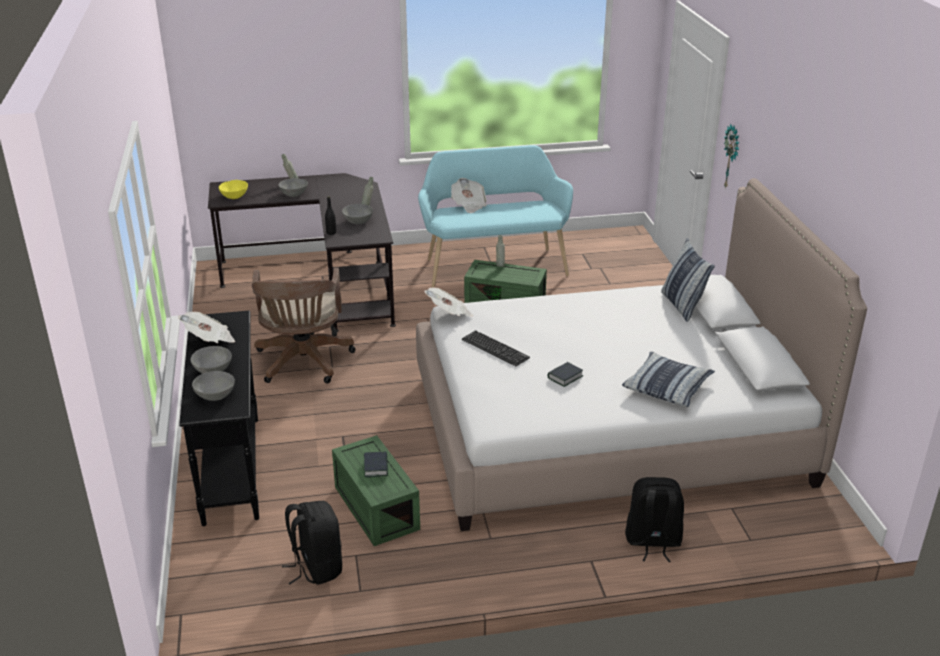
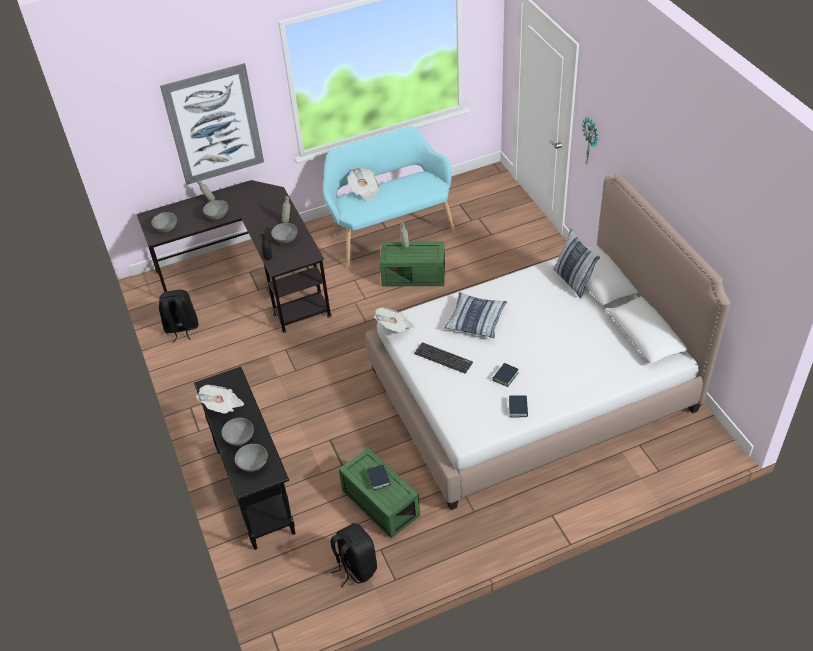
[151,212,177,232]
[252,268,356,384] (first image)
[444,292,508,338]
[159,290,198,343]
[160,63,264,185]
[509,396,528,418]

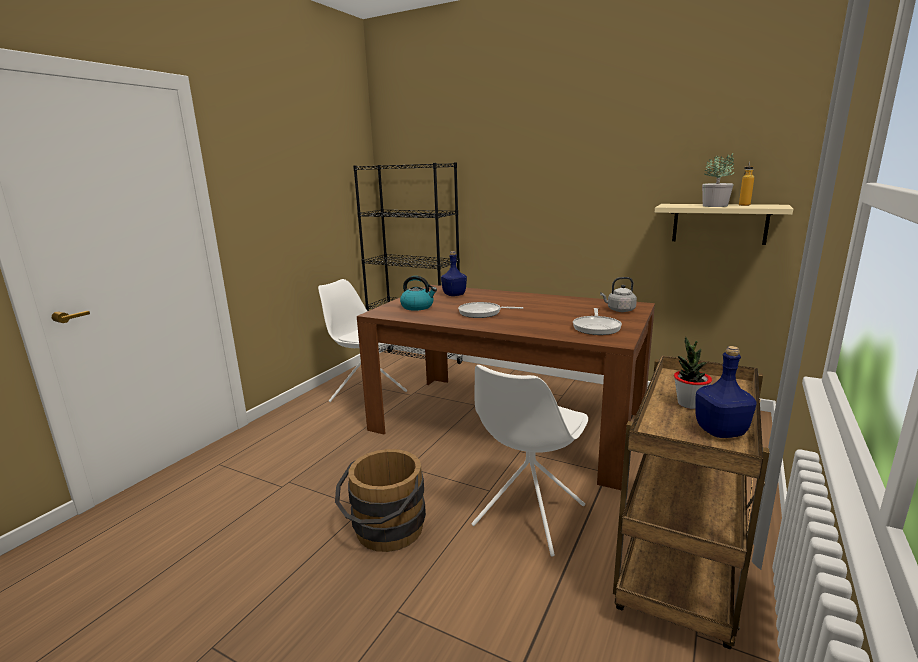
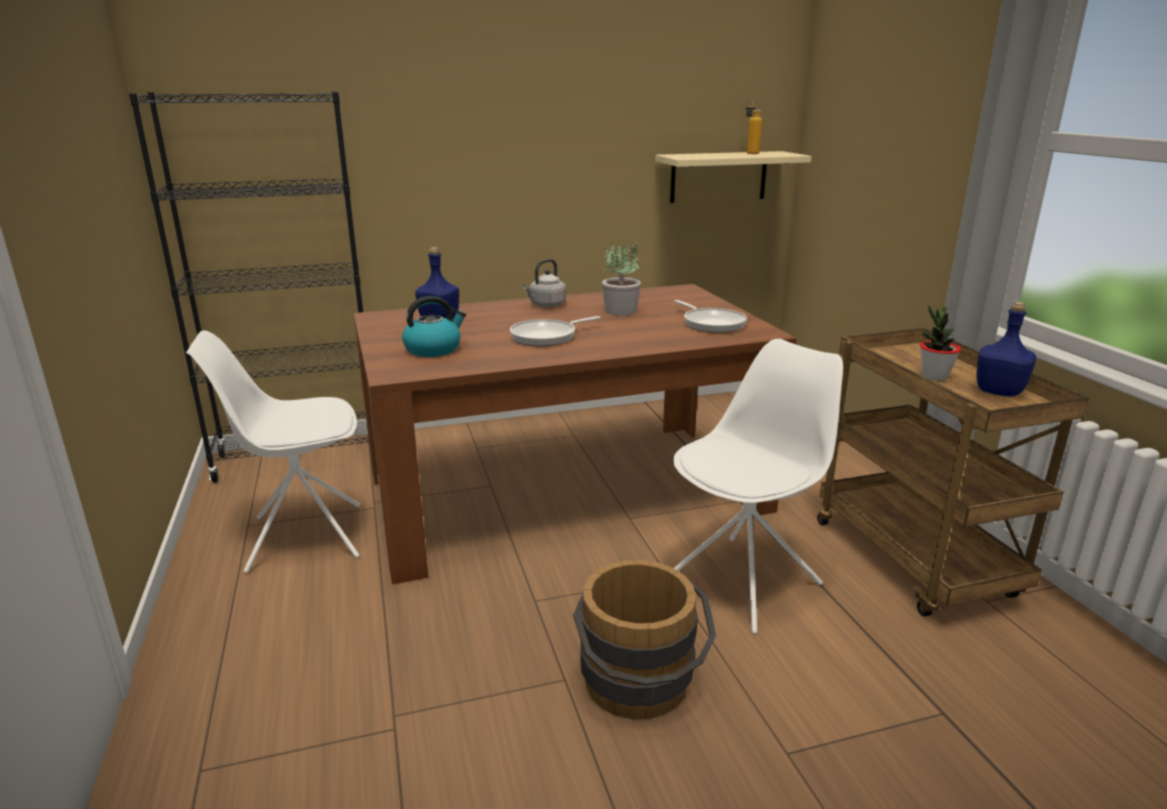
[673,339,843,634]
[523,259,566,307]
[602,241,641,316]

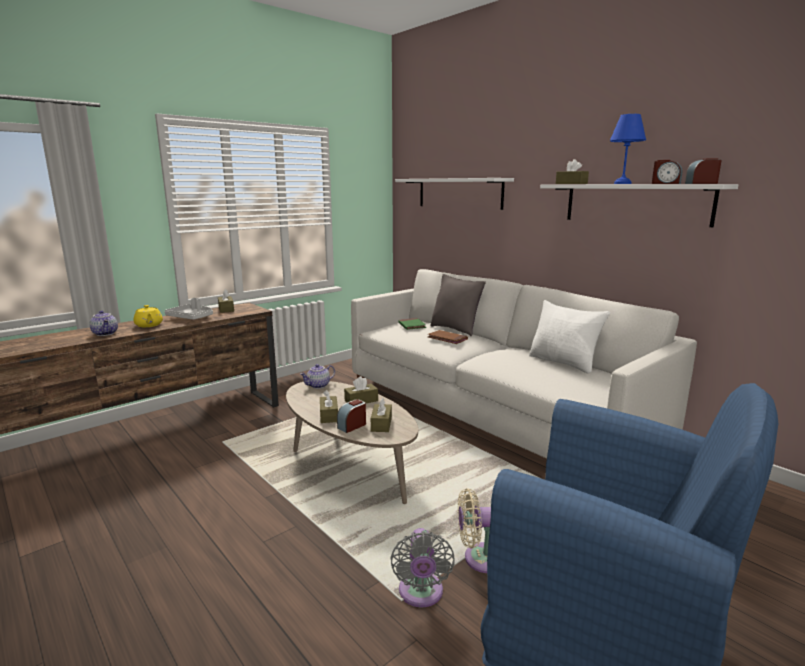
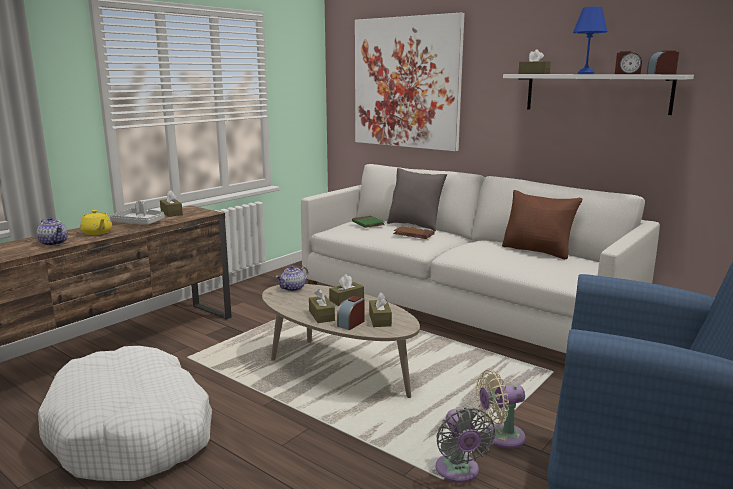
[355,13,464,151]
[502,190,582,259]
[38,346,212,481]

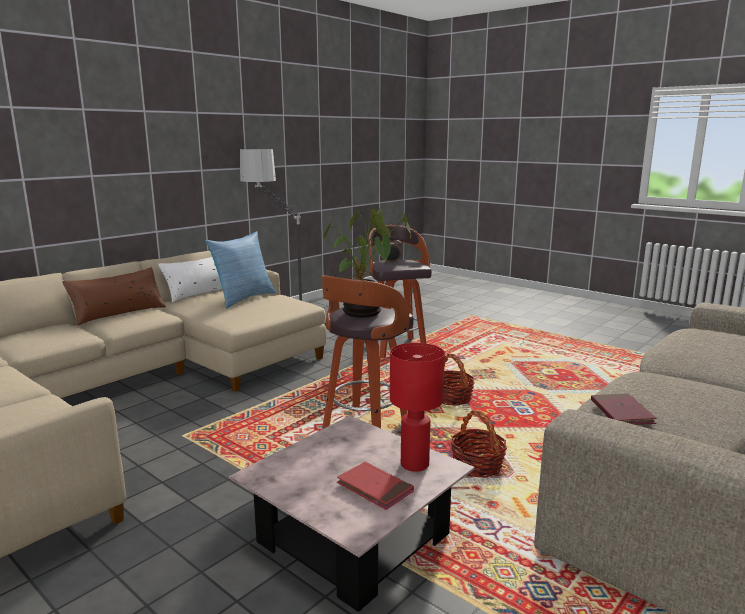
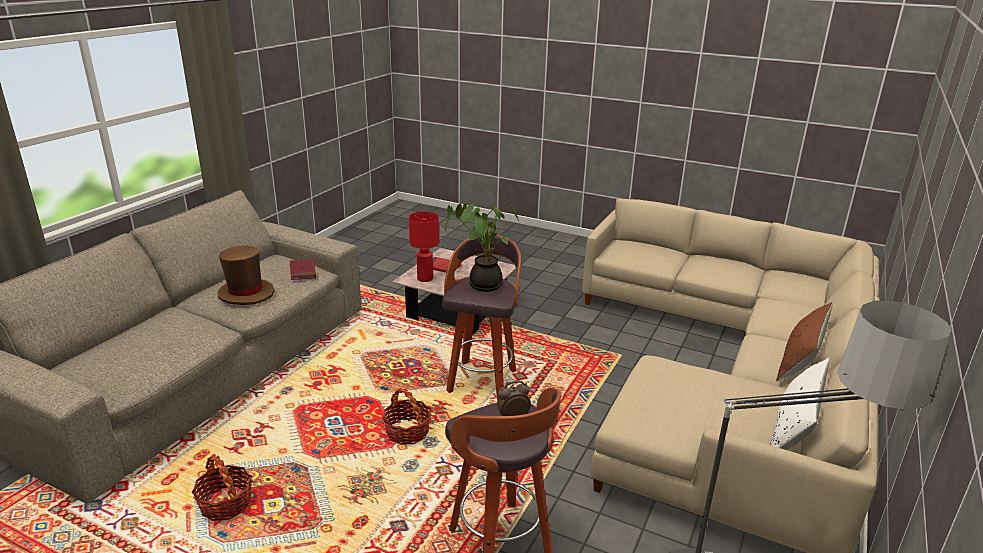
[205,231,276,308] (first image)
[192,454,252,521]
[218,246,275,305]

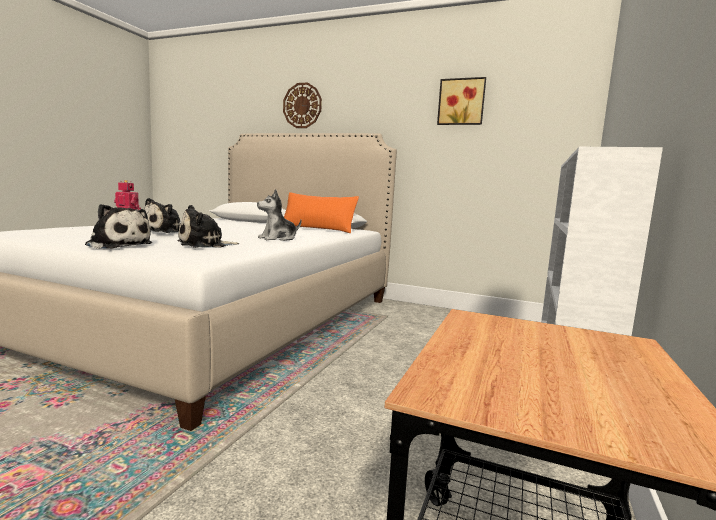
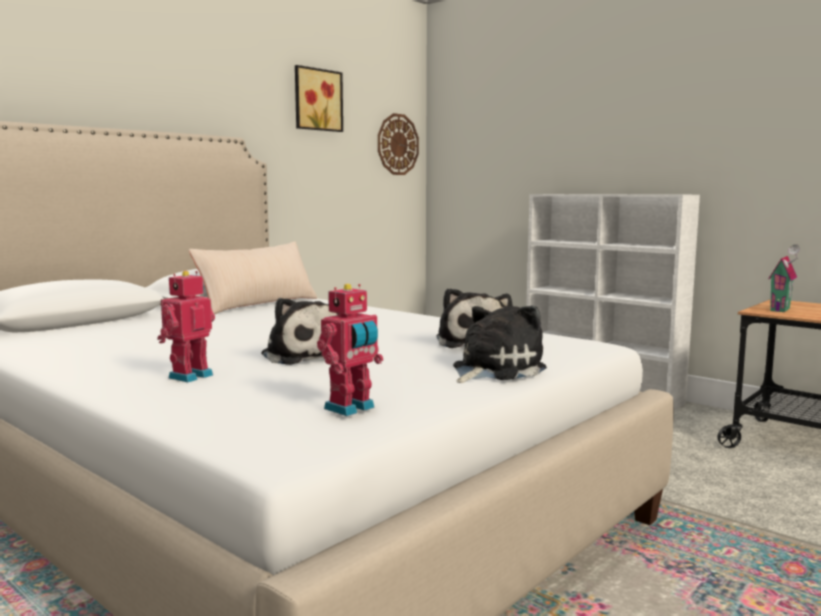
[257,190,301,241] (first image)
[378,113,419,175]
[189,241,317,314]
[317,284,383,416]
[768,244,800,312]

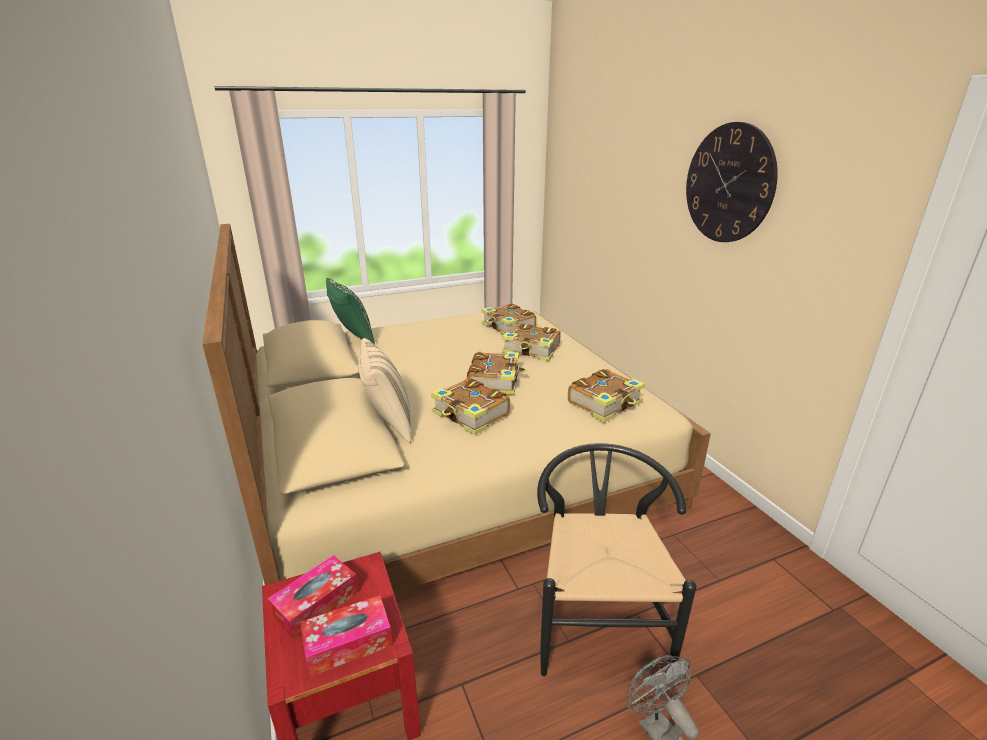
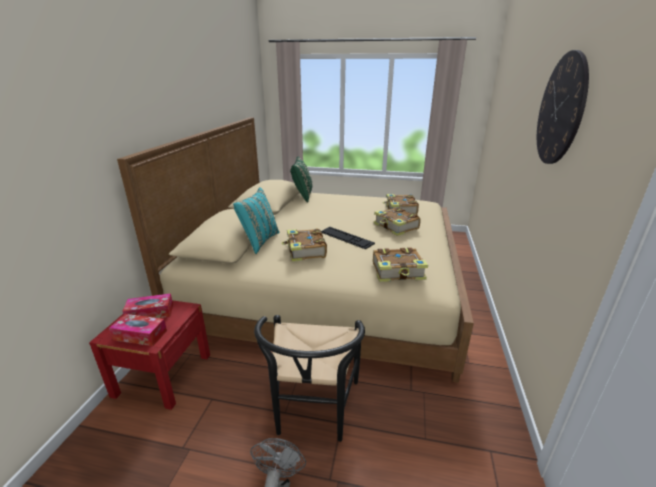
[233,187,279,254]
[321,227,375,249]
[254,315,365,442]

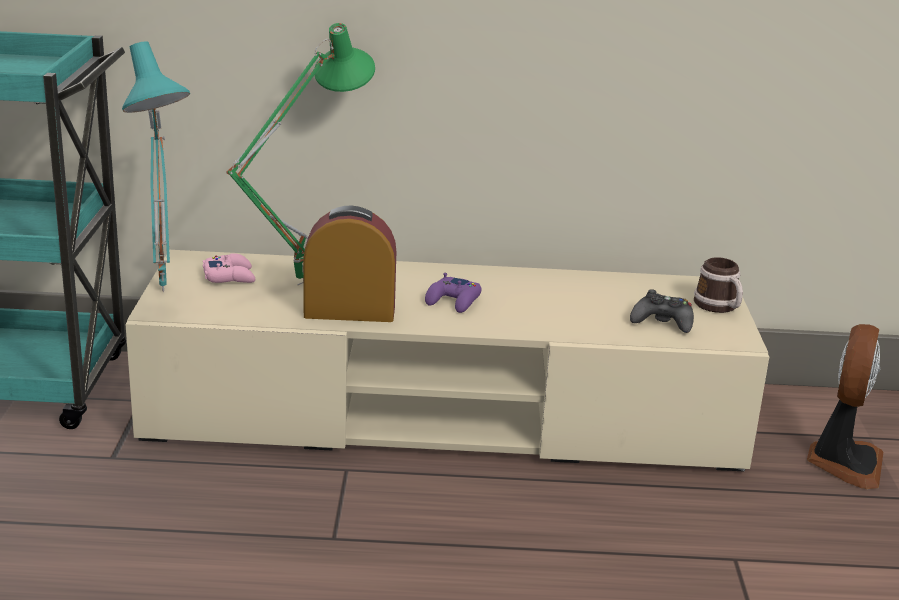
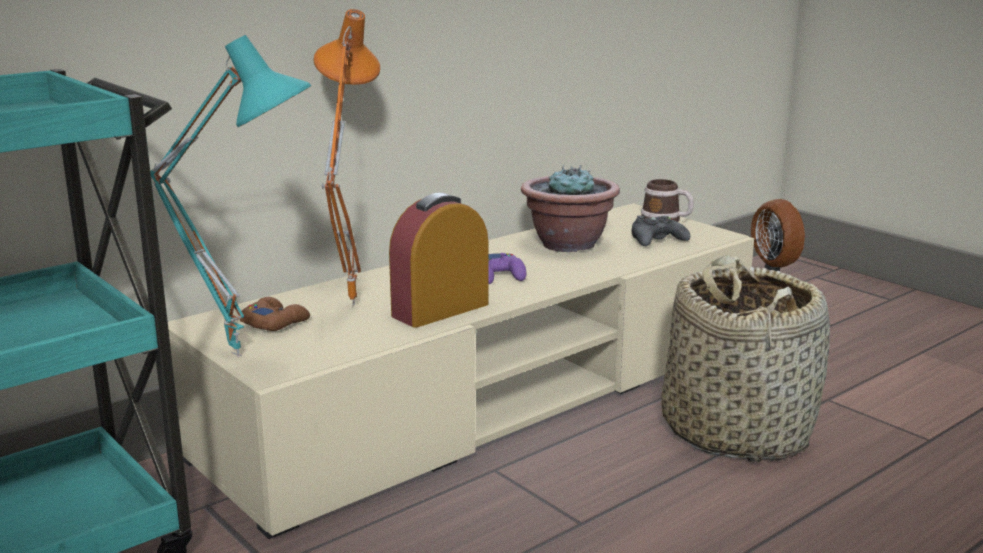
[240,297,310,331]
[314,9,380,308]
[521,165,620,252]
[662,255,830,462]

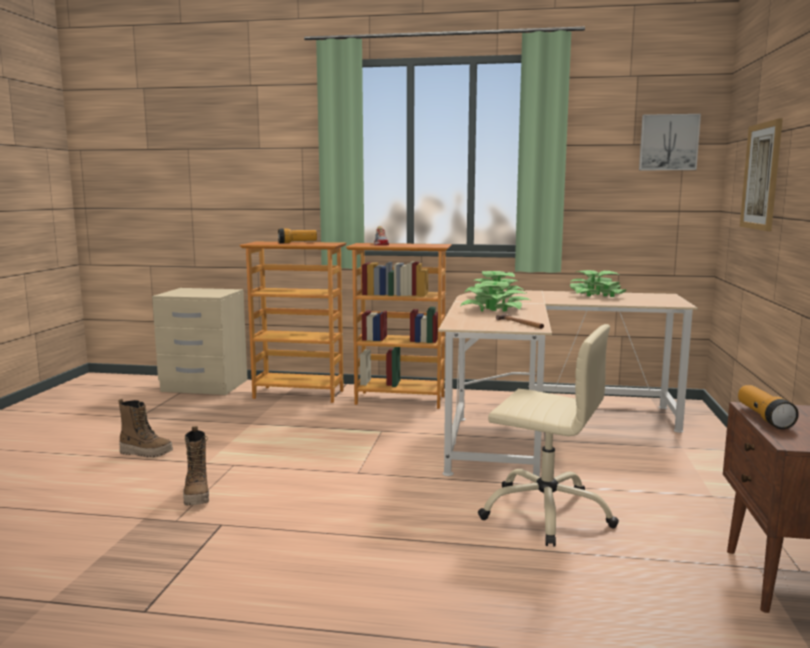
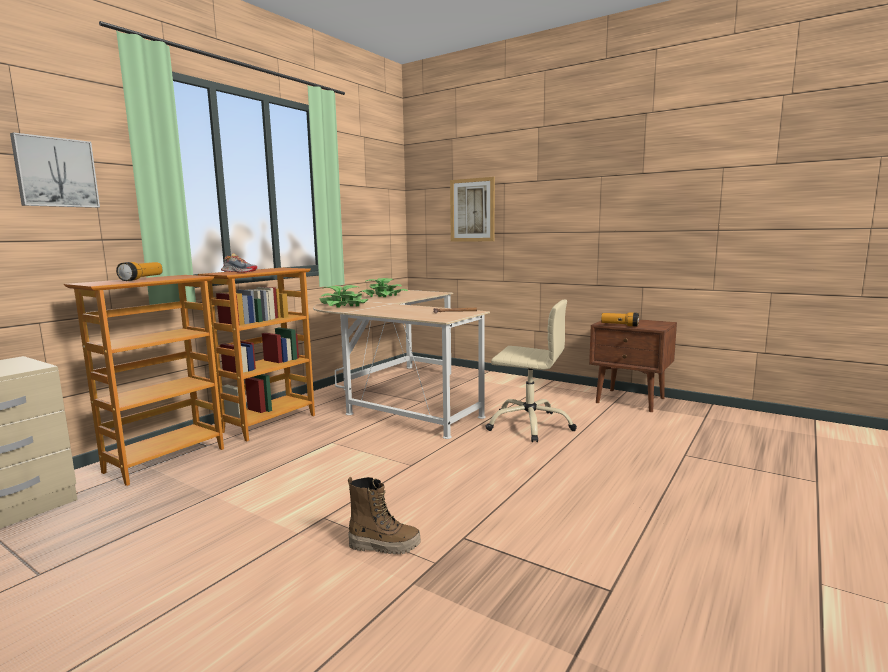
[118,399,173,458] (first image)
[460,281,530,312] (first image)
[485,299,577,442]
[10,132,100,208]

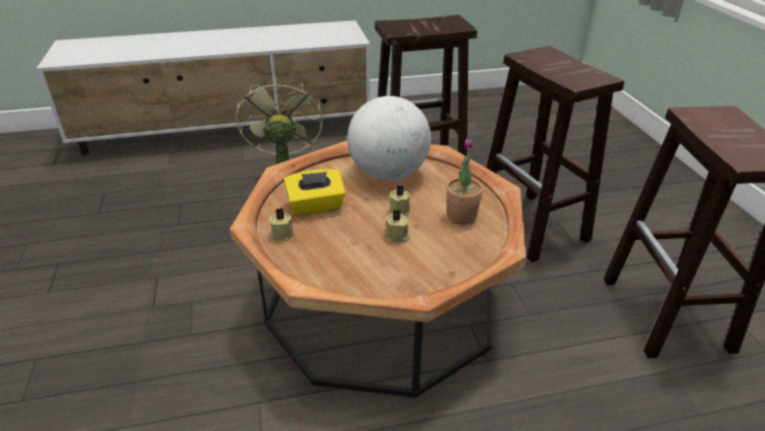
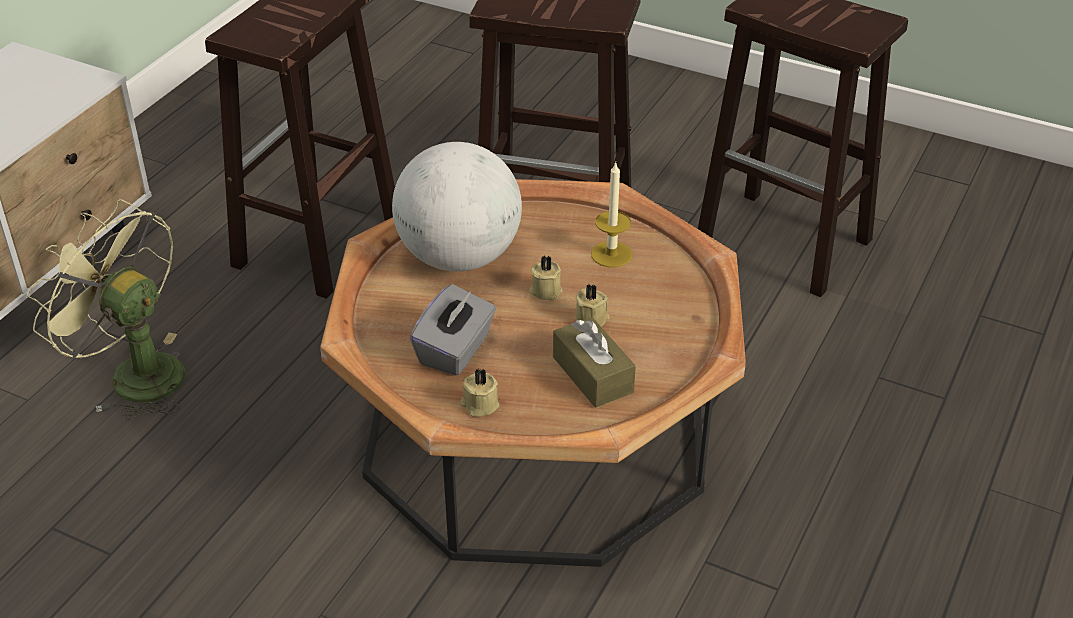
[410,284,496,376]
[591,162,632,267]
[553,317,636,408]

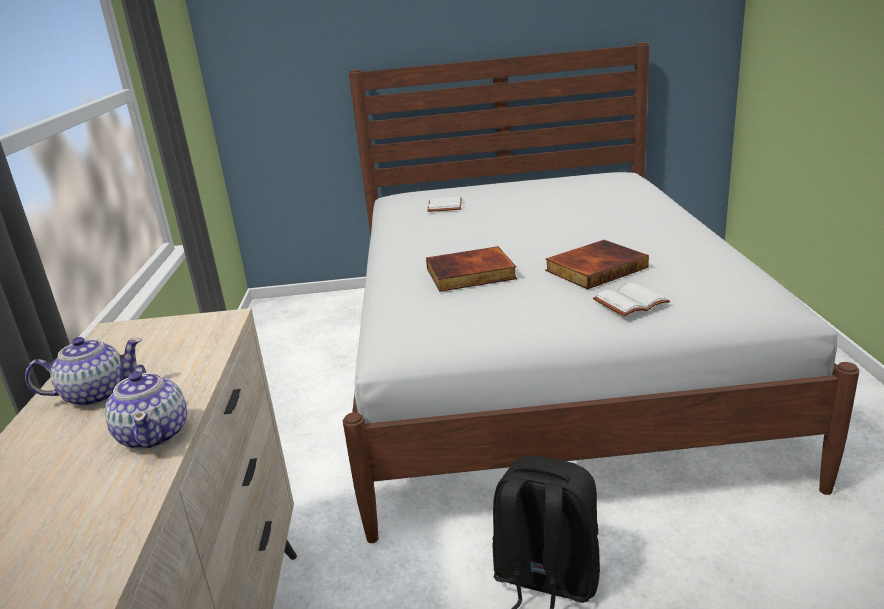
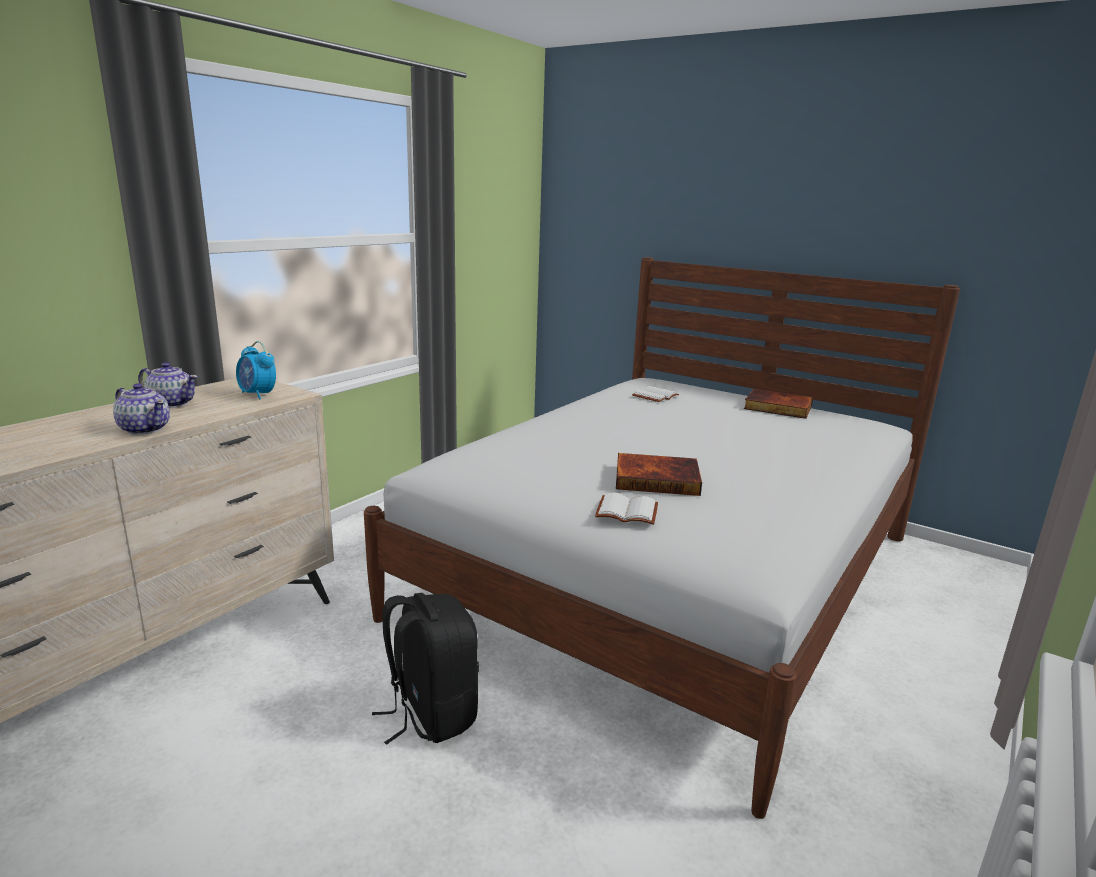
[113,383,170,435]
[744,389,813,419]
[236,341,276,399]

